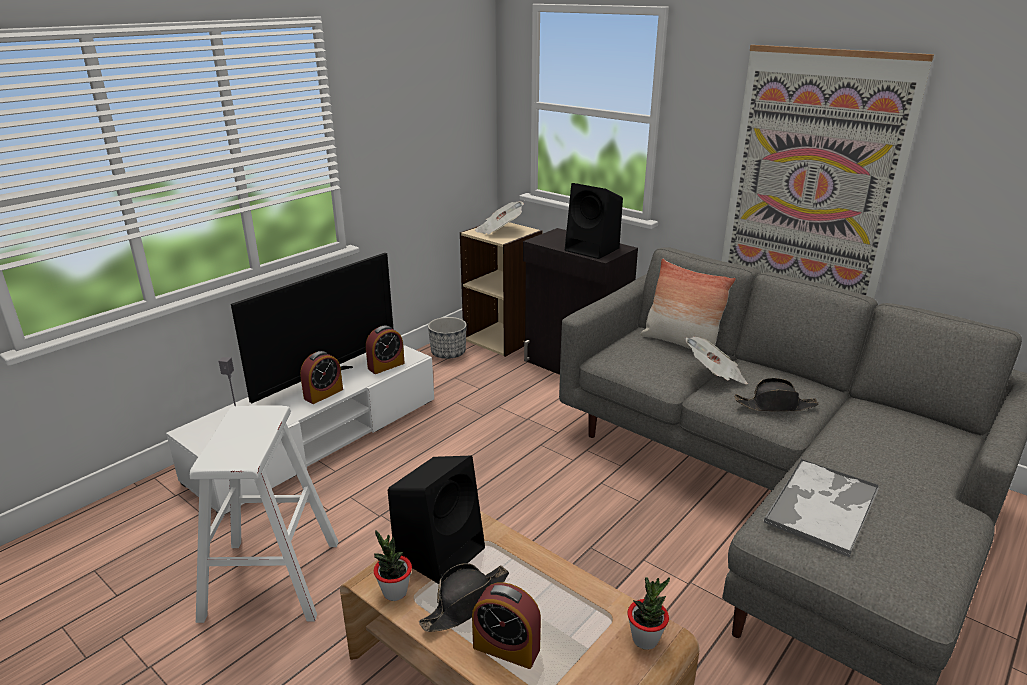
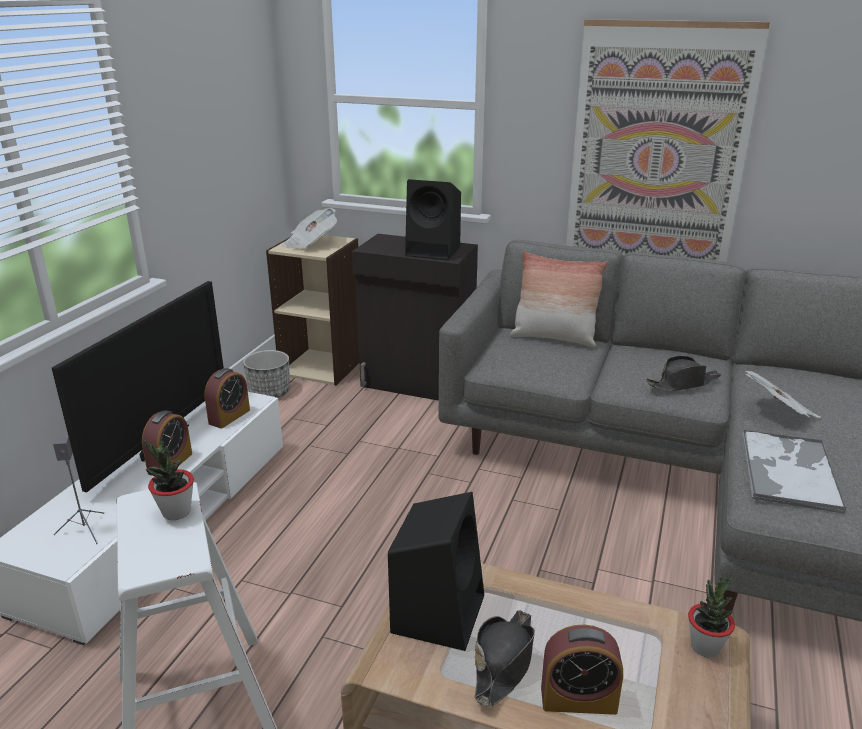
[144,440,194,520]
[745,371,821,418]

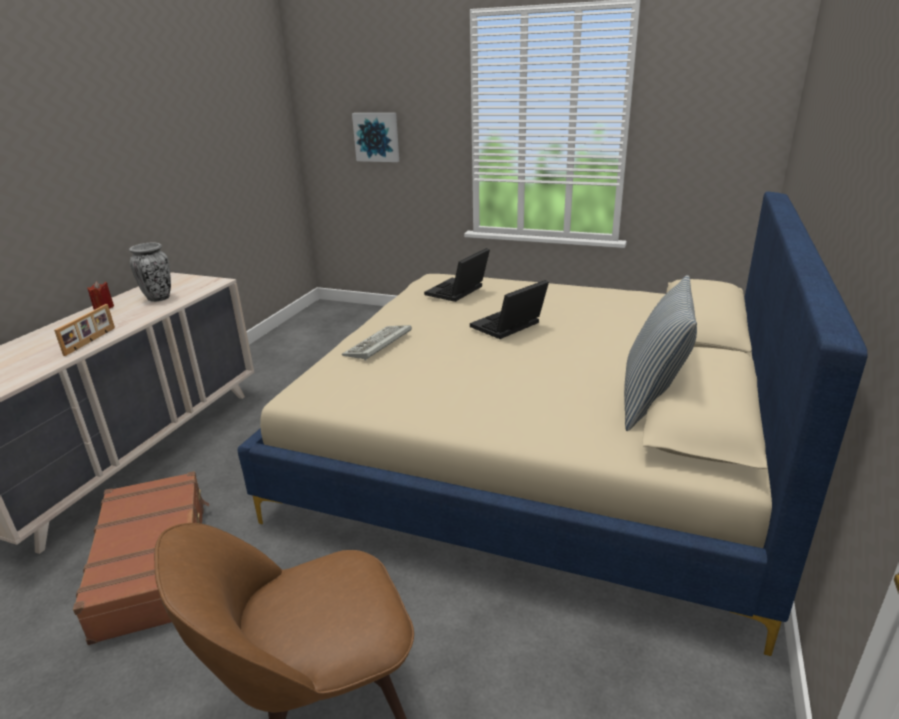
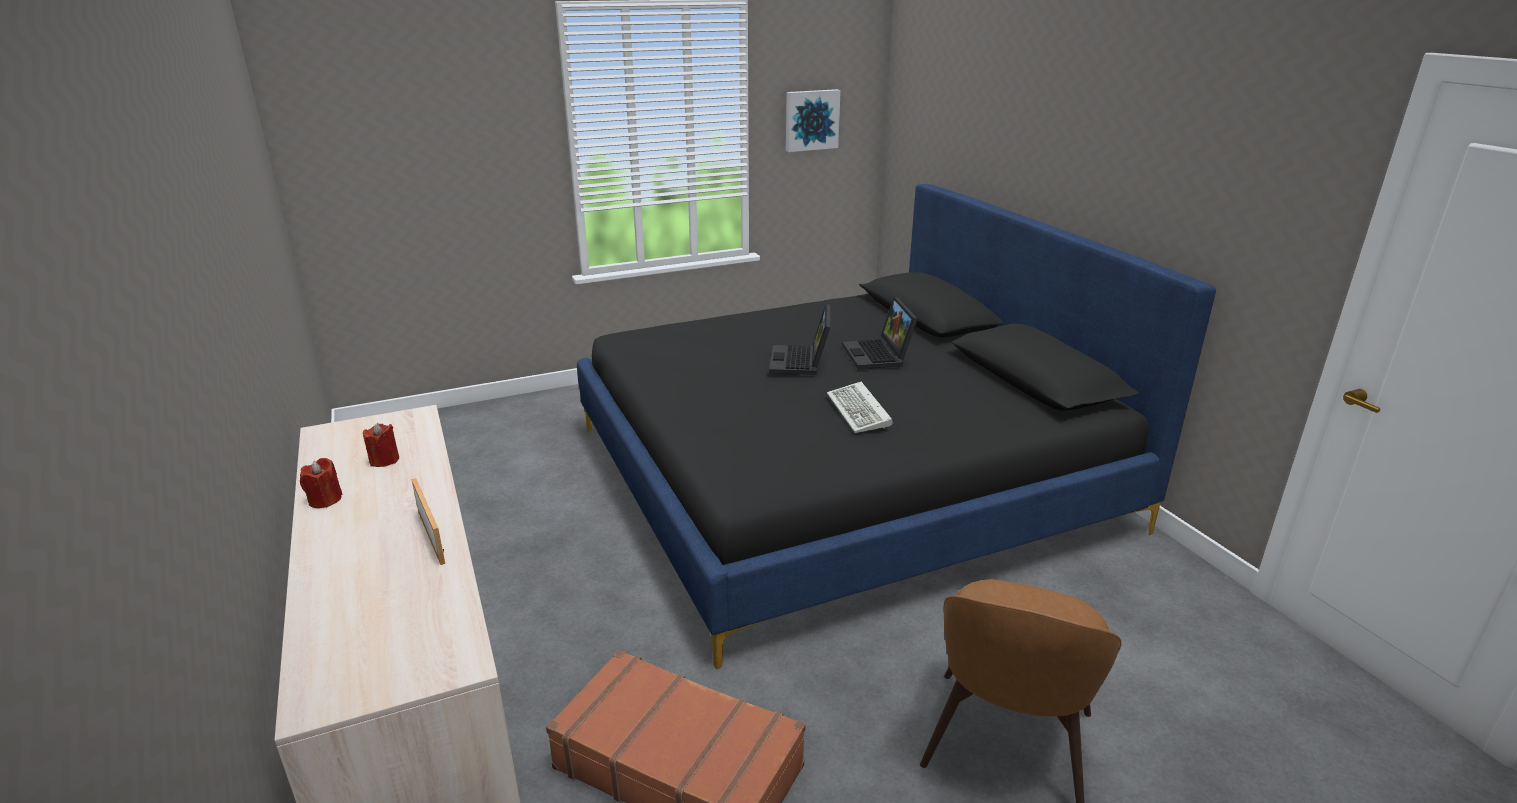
[363,423,399,467]
[577,184,1216,669]
[827,382,893,433]
[786,89,841,152]
[842,297,918,369]
[624,275,697,431] (first image)

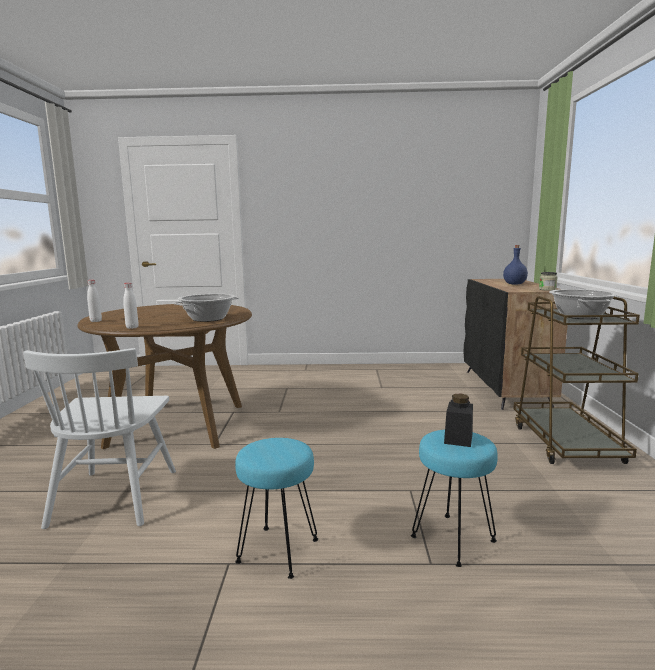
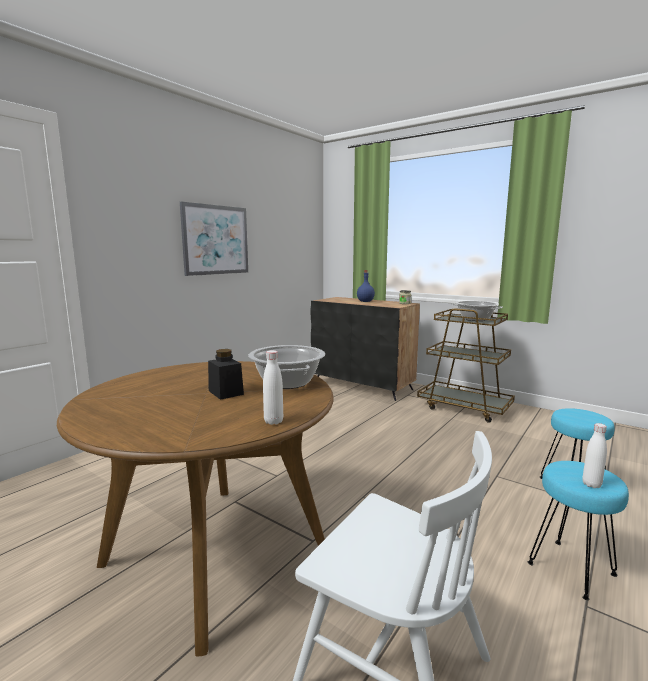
[582,423,607,488]
[208,349,244,400]
[180,202,248,276]

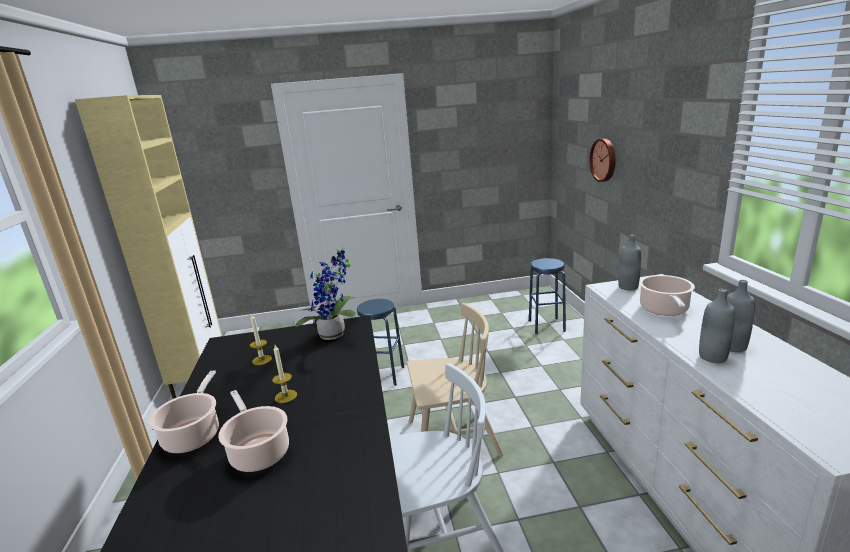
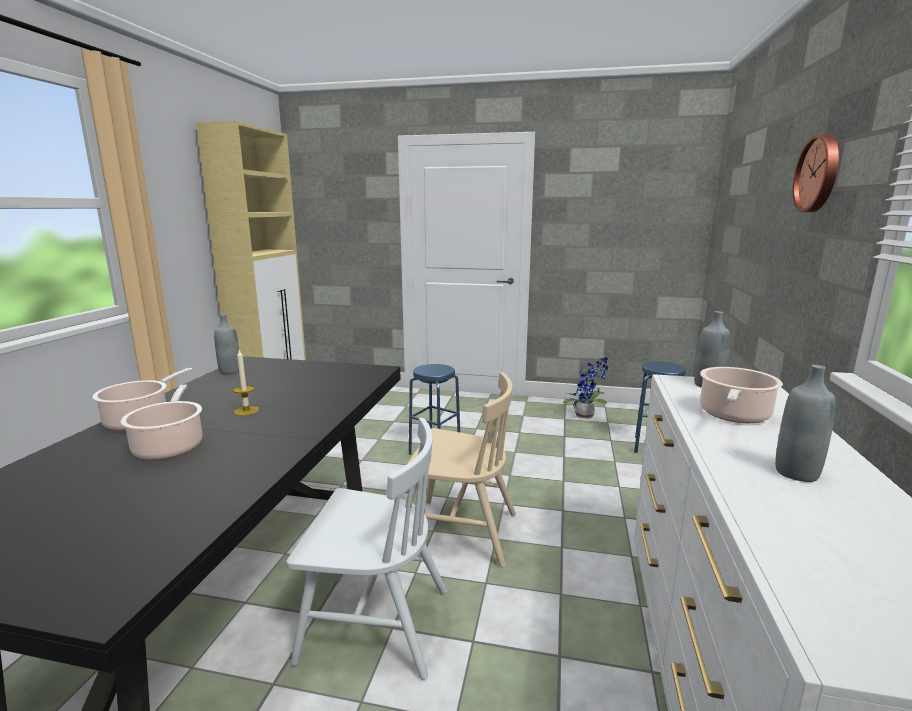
[250,313,272,365] (first image)
[563,356,609,419]
[793,134,839,212]
[214,314,239,374]

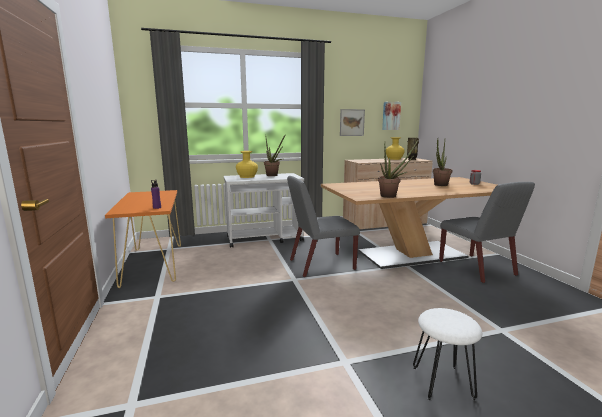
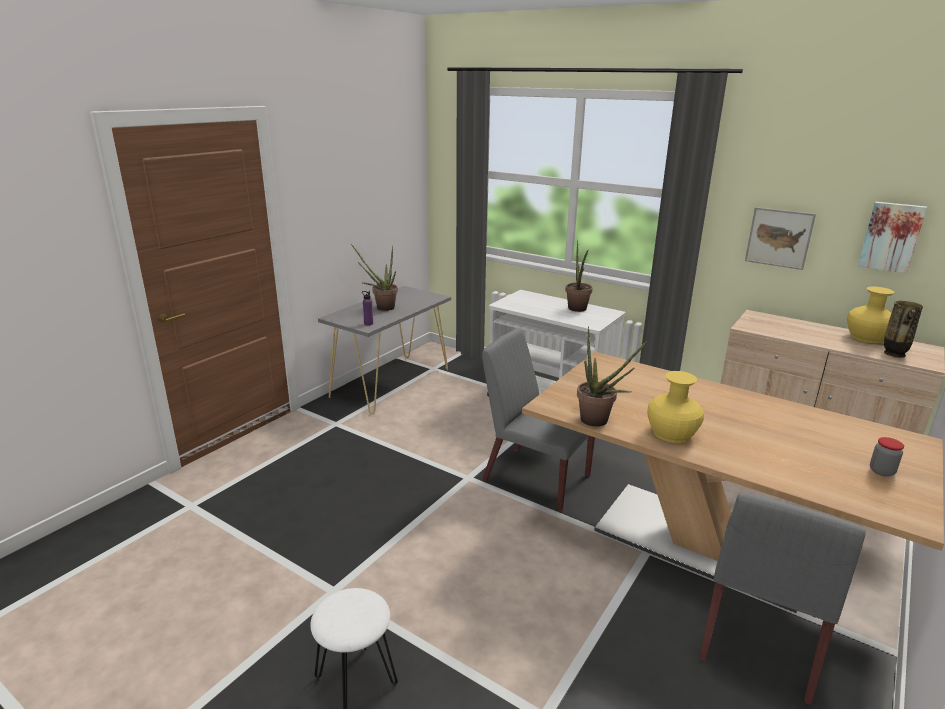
[318,286,451,414]
[647,371,704,443]
[351,244,398,311]

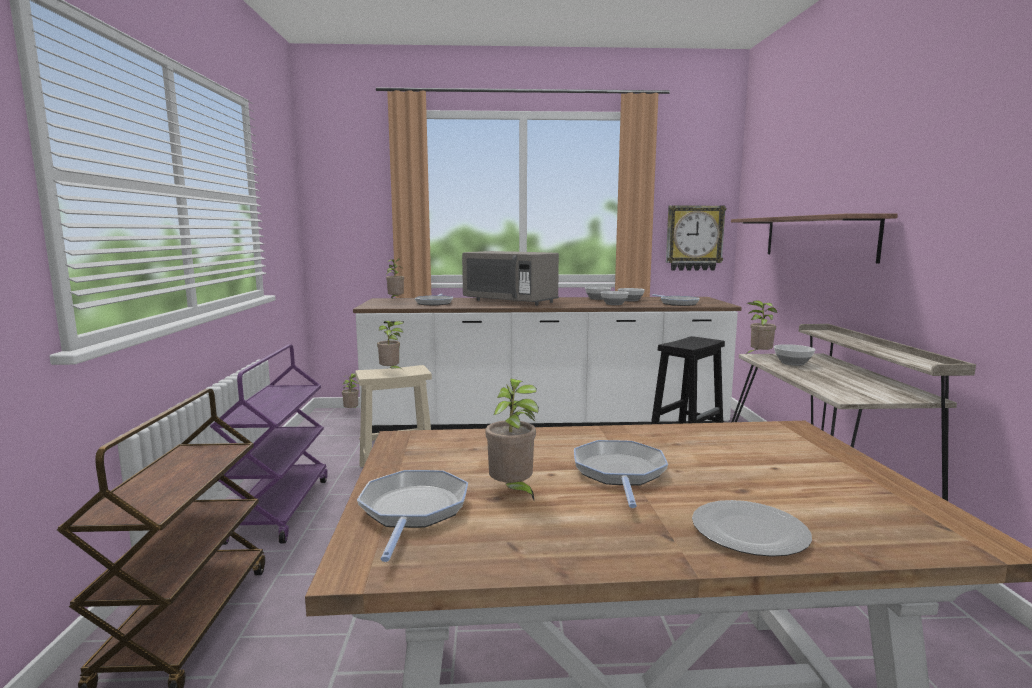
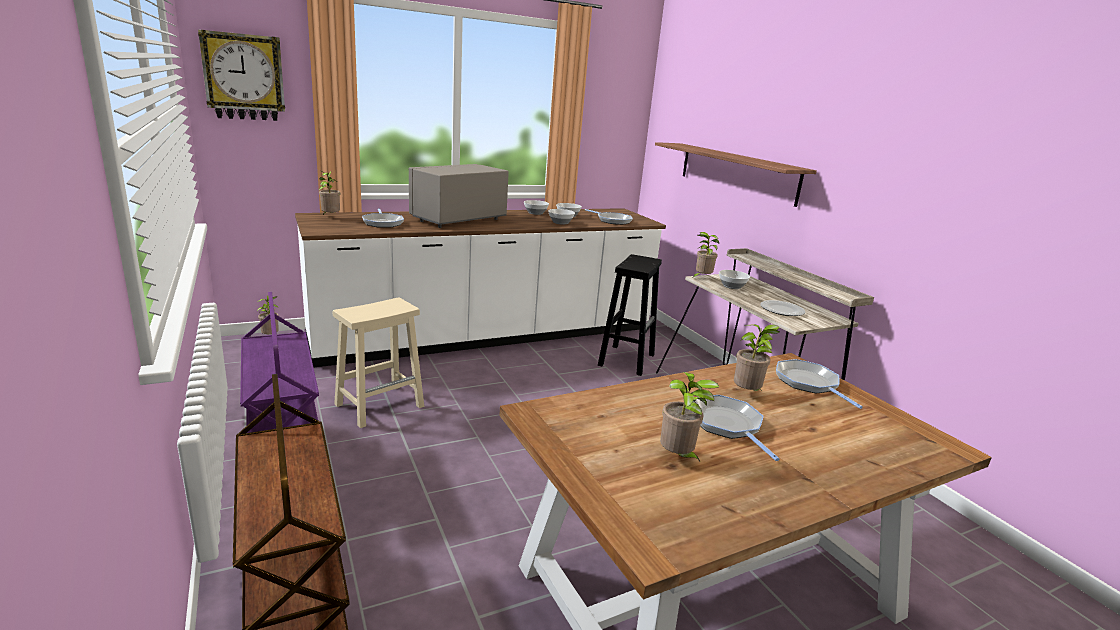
[776,359,863,409]
[734,324,780,391]
[409,164,509,228]
[198,29,285,121]
[760,300,806,316]

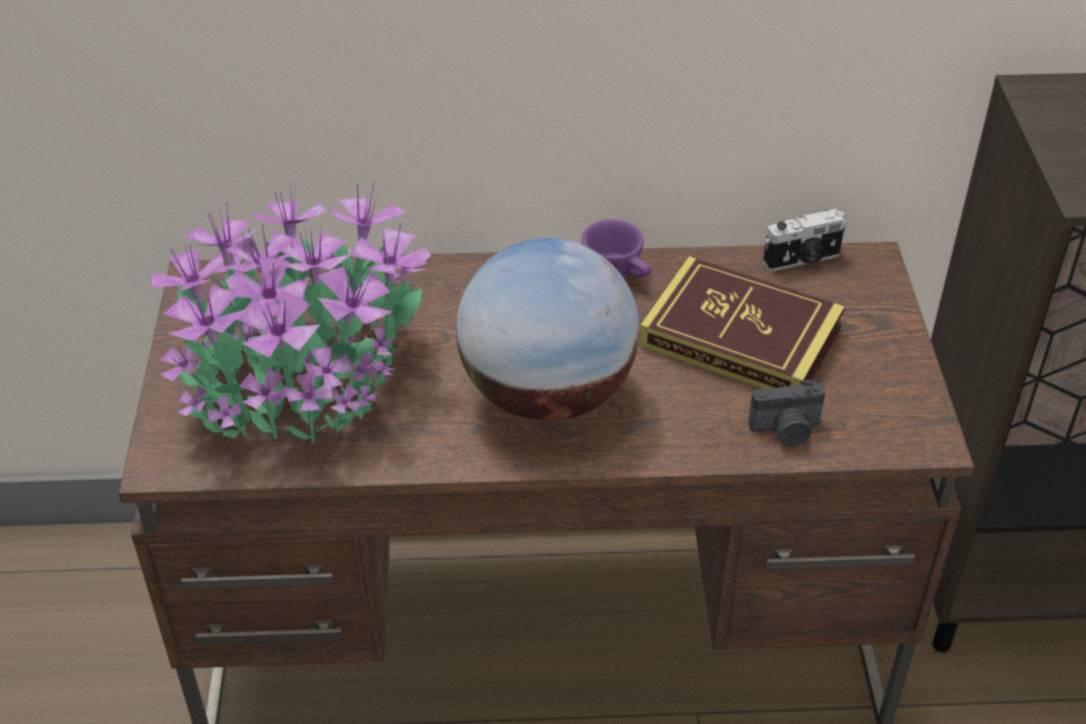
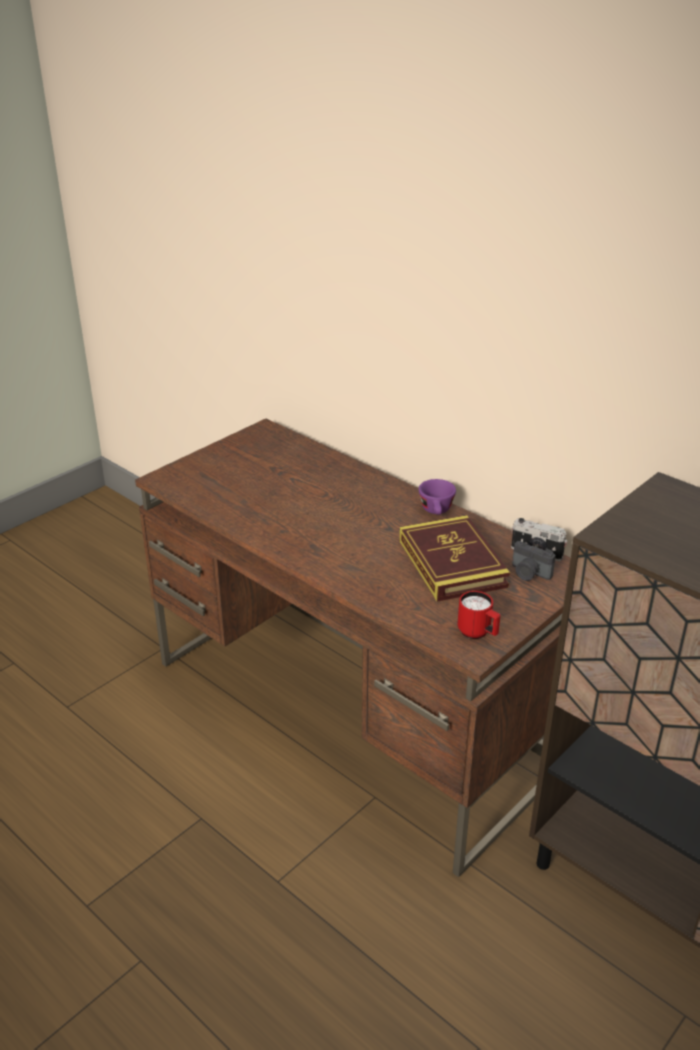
[152,181,431,443] (first image)
[456,238,640,422] (first image)
[512,541,556,581]
[458,591,501,639]

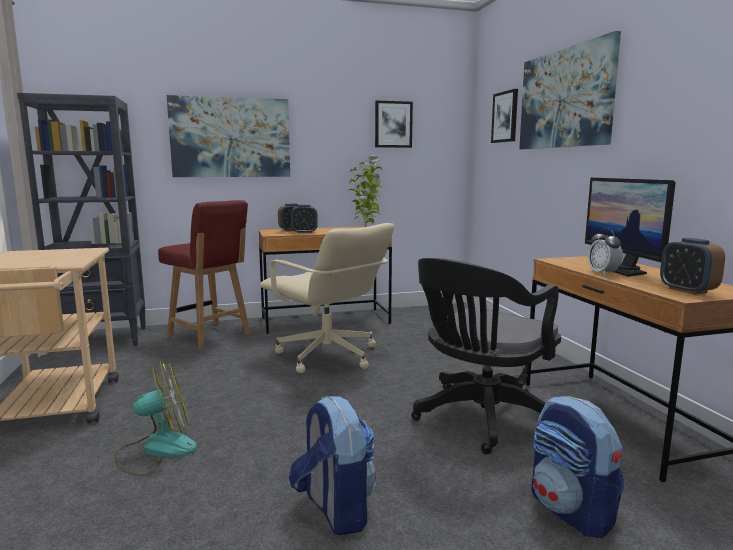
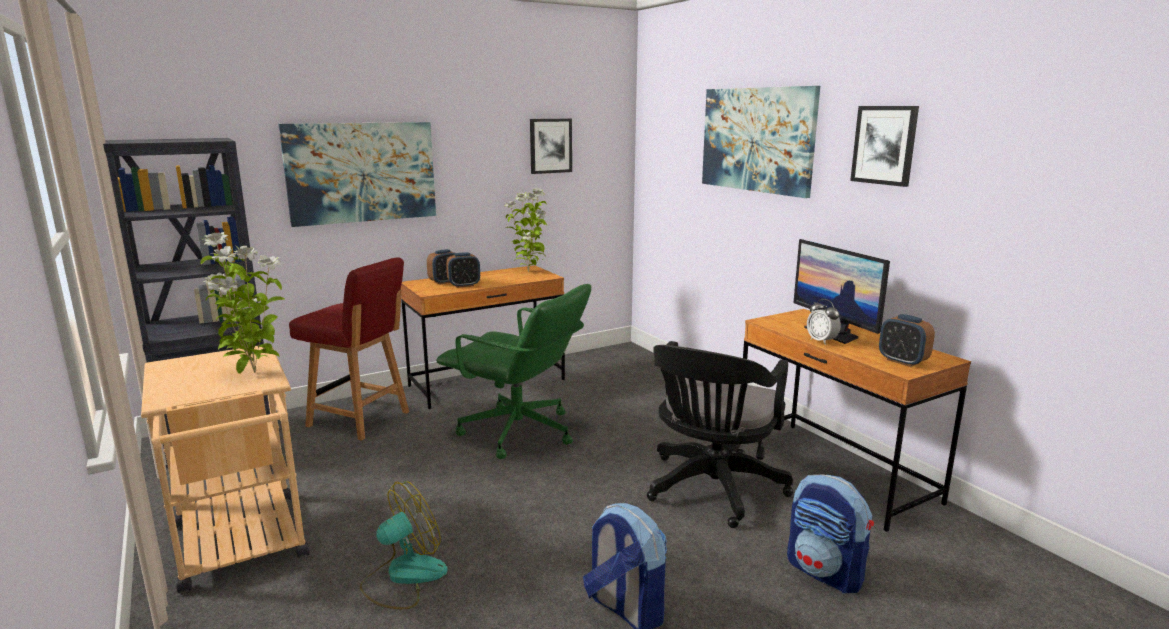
[436,284,591,459]
[850,106,919,187]
[200,232,285,374]

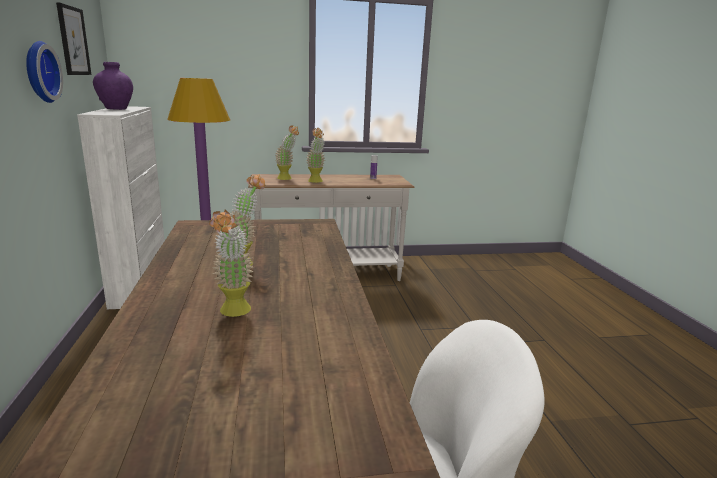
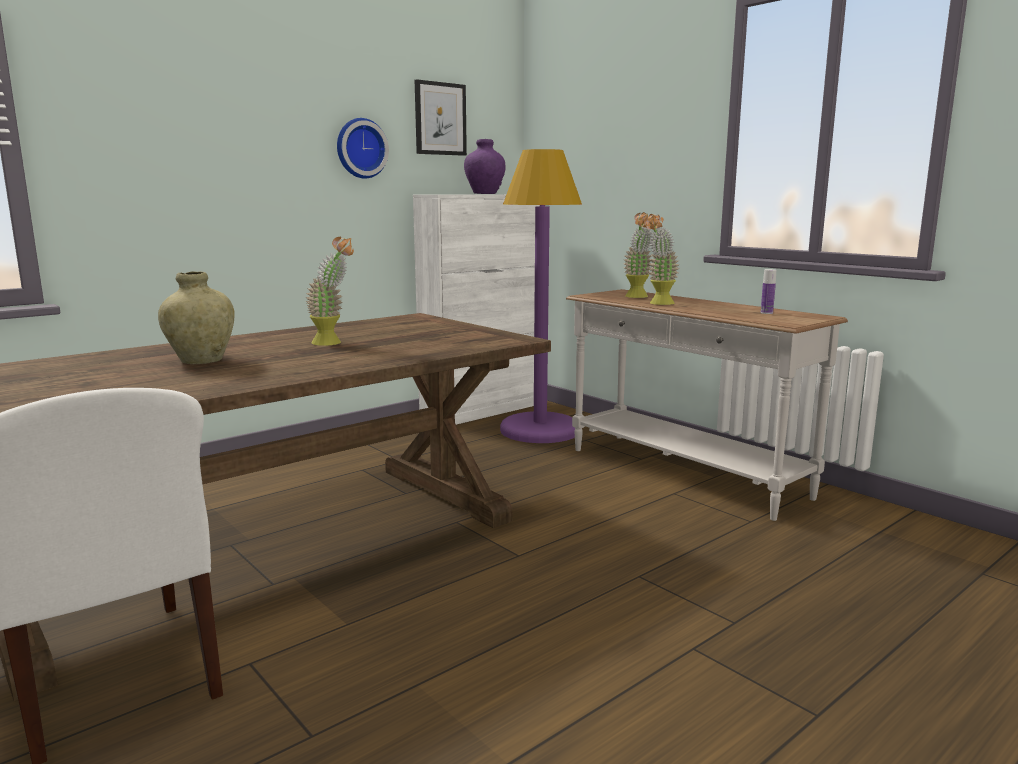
[158,271,235,364]

